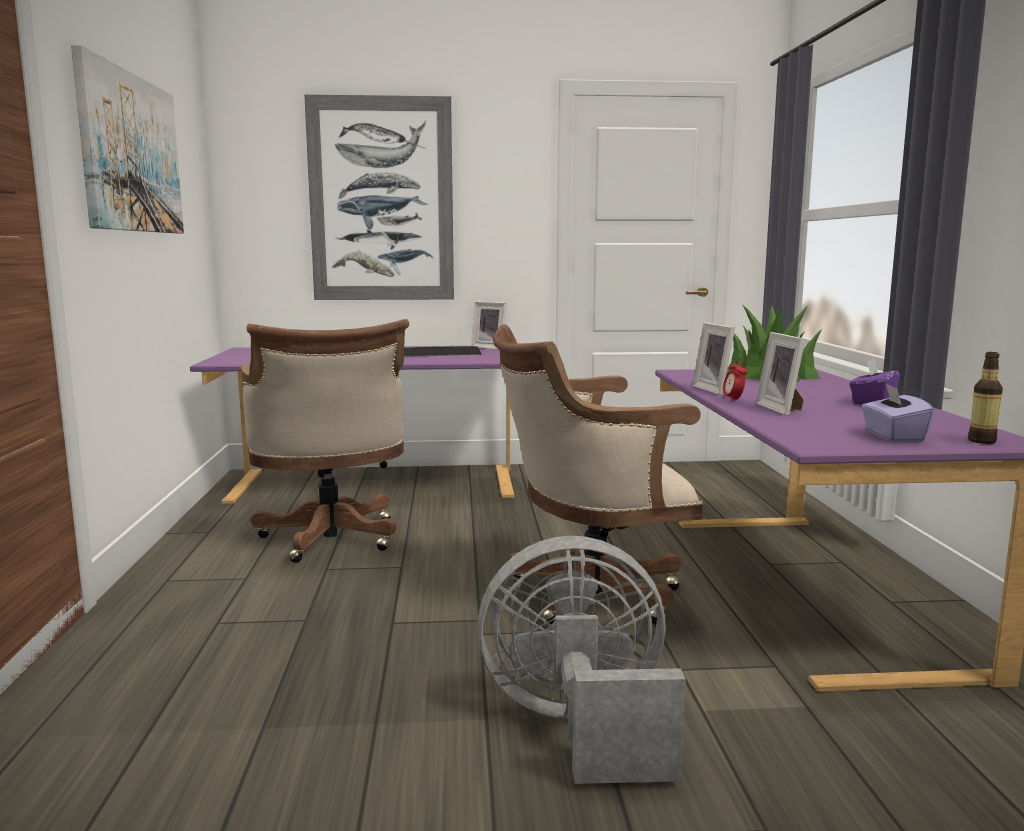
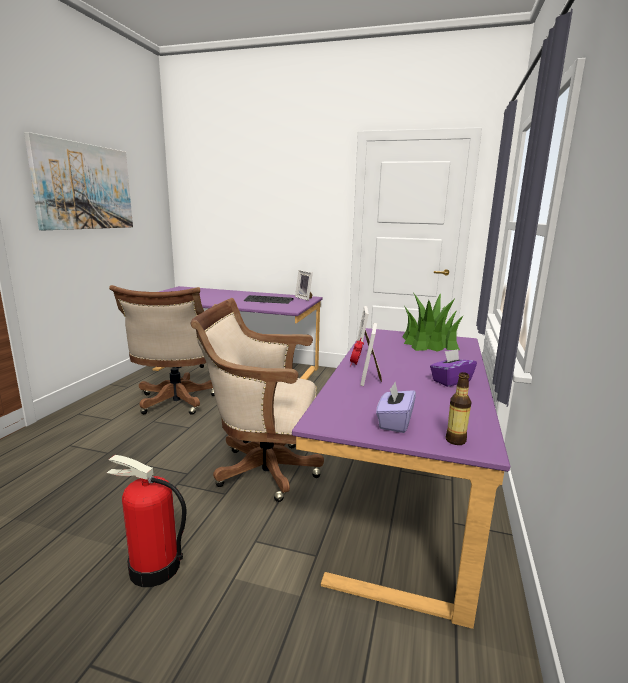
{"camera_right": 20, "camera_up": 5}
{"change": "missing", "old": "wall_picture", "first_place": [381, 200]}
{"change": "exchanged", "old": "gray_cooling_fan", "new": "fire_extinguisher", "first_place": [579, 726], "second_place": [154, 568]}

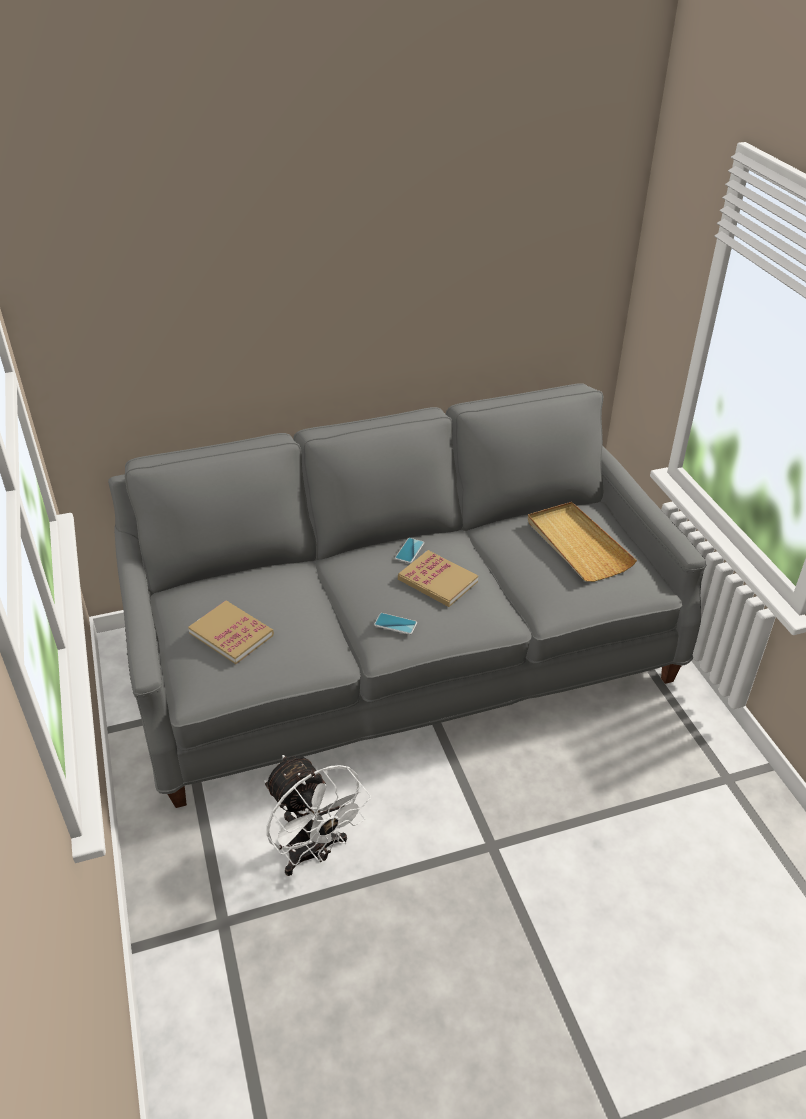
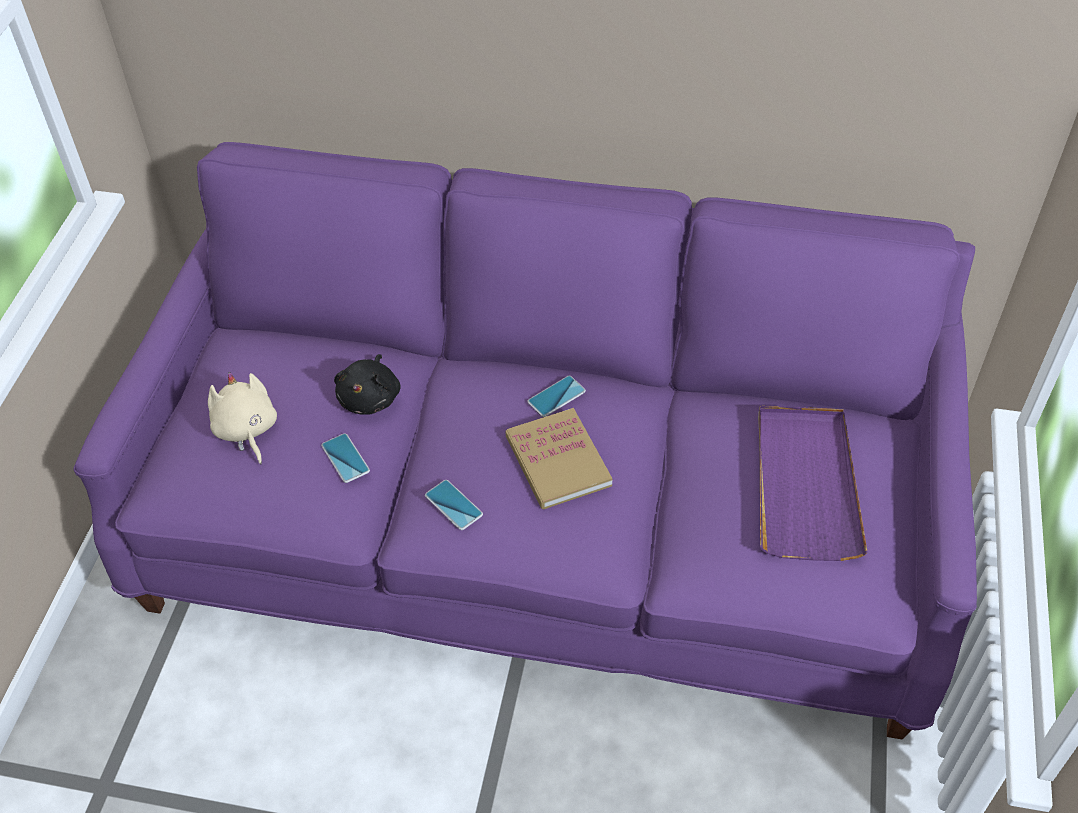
{"camera_right": 30, "camera_up": 10}
{"change": "missing", "old": "whitish_cooling_fan", "first_place": [313, 852]}
{"change": "appeared", "new": "handset", "second_place": [345, 458]}
{"change": "appeared", "new": "black_soft_toy", "second_place": [371, 398]}
{"change": "exchanged", "old": "volume", "new": "beige-coloured_soft_toy", "first_place": [231, 634], "second_place": [246, 431]}
{"change": "colour", "old": "gray_couch", "new": "purplish_couch", "first_place": [403, 658], "second_place": [543, 528]}
{"change": "colour", "old": "beige-coloured_tray", "new": "purplish_tray", "first_place": [577, 544], "second_place": [805, 484]}

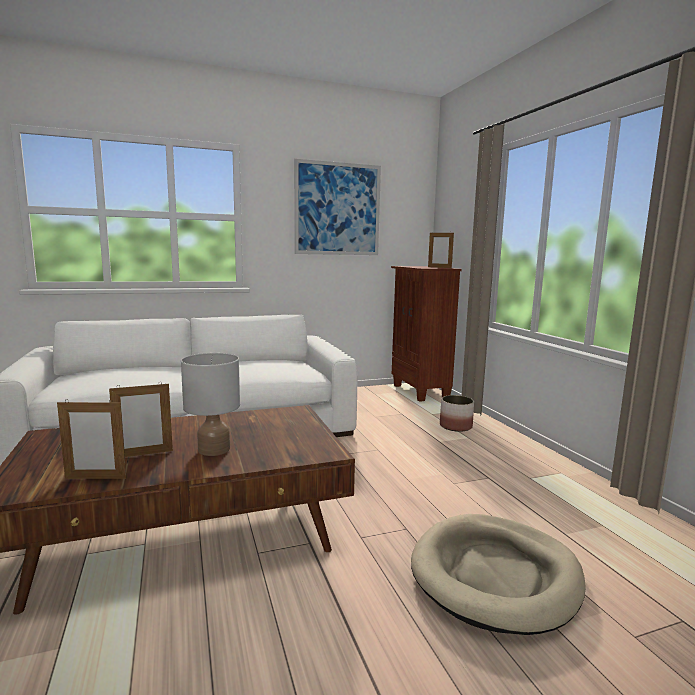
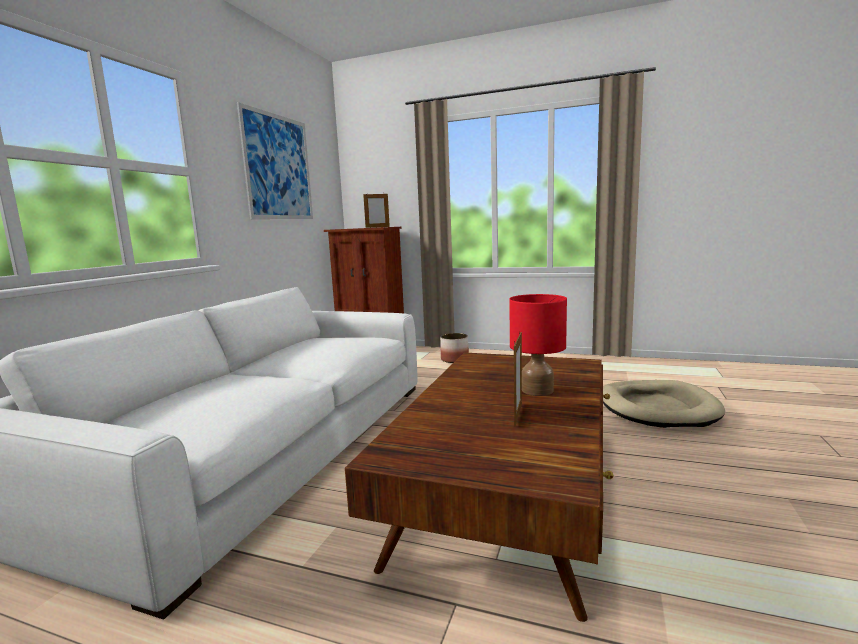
{"camera_right": -50, "camera_up": 0}
{"change": "missing", "old": "picture_frame", "first_place": [96, 478]}
{"change": "colour", "old": "gray_tabletop_lamp", "new": "reddish_tabletop_lamp", "first_place": [213, 450], "second_place": [538, 391]}

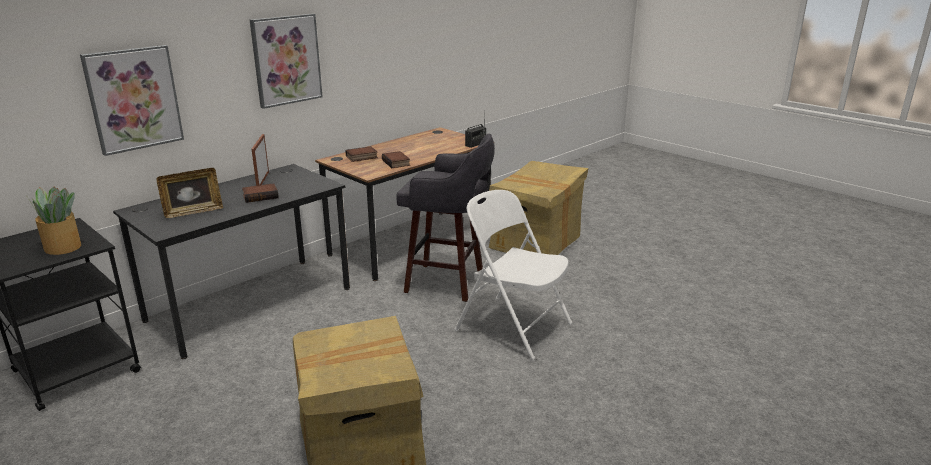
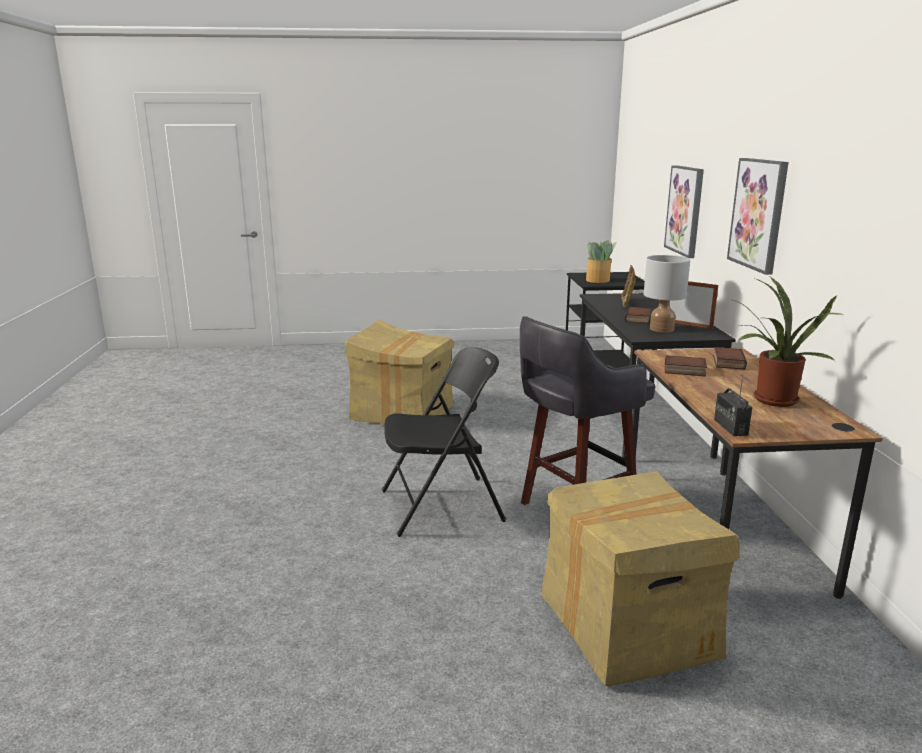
{"camera_right": 130, "camera_up": -5}
{"change": "appeared", "new": "gray_tabletop_lamp", "second_place": [661, 329]}
{"change": "appeared", "new": "potted_plant", "second_place": [771, 401]}
{"change": "colour", "old": "whitish_chair", "new": "black_chair", "first_place": [514, 327], "second_place": [441, 505]}

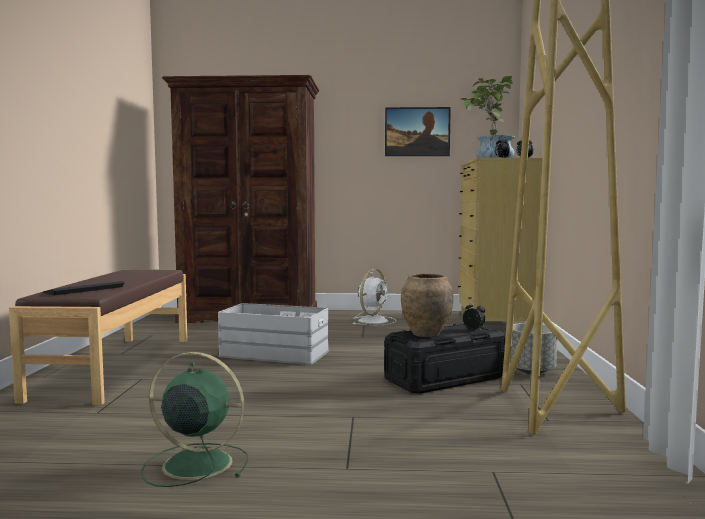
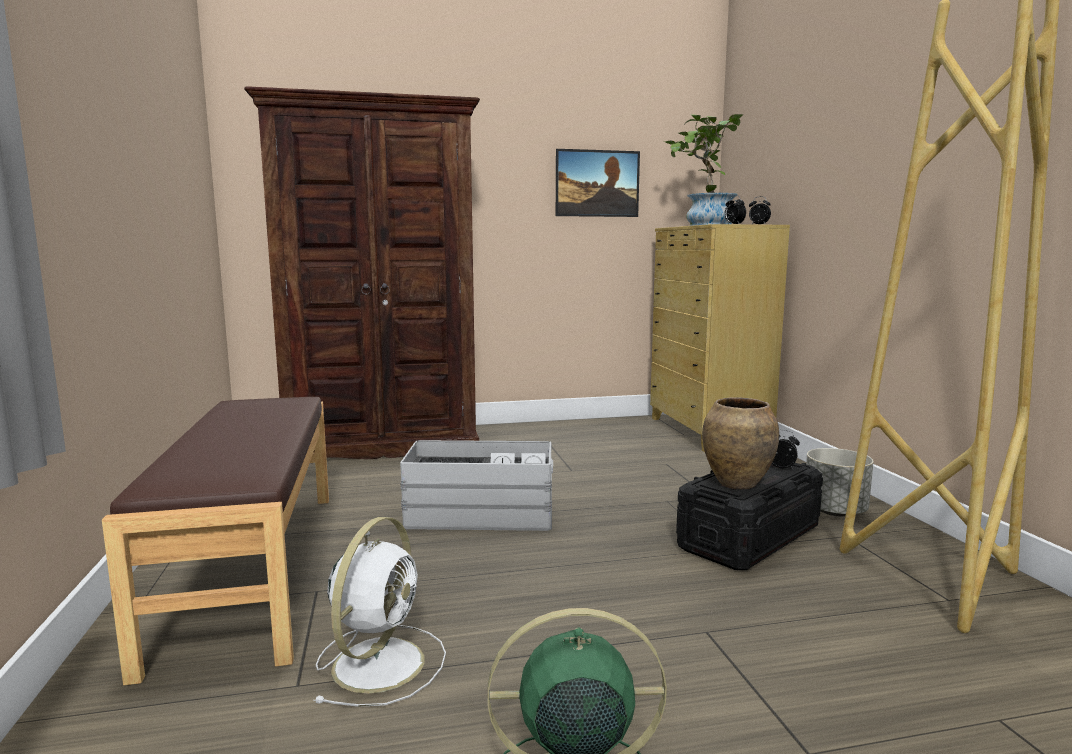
{"camera_right": -15, "camera_up": 5}
{"change": "missing", "old": "keyboard", "first_place": [84, 289]}
{"change": "relocated", "old": "whitish_cooling_fan", "first_place": [373, 321], "second_place": [381, 662]}

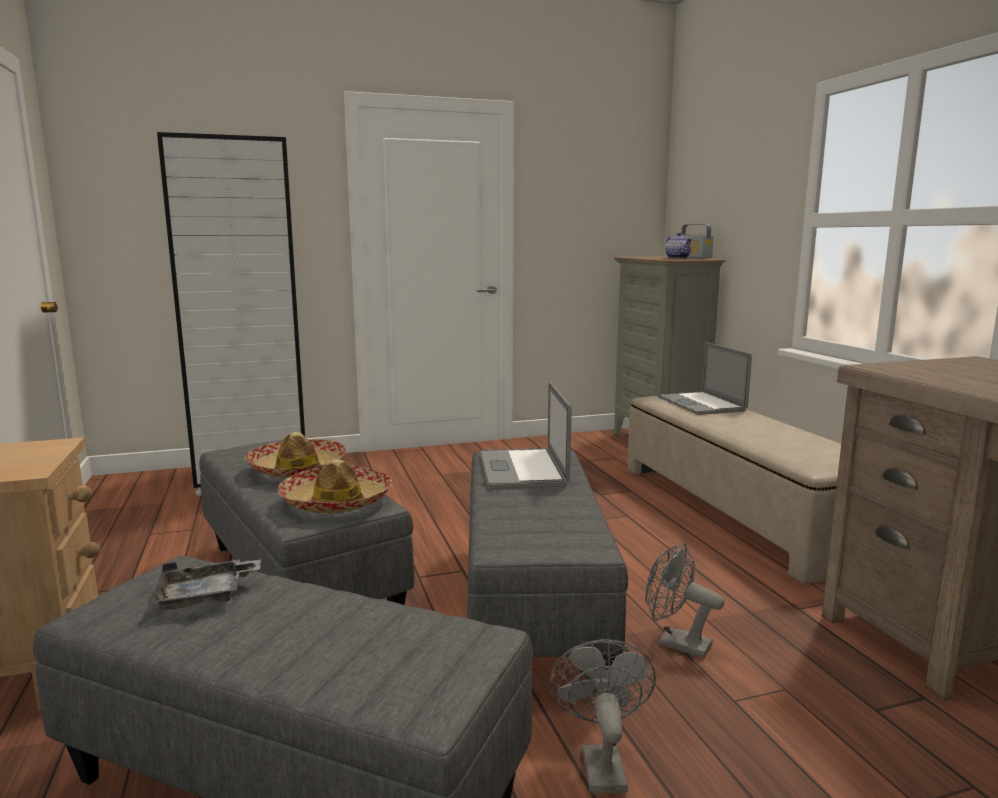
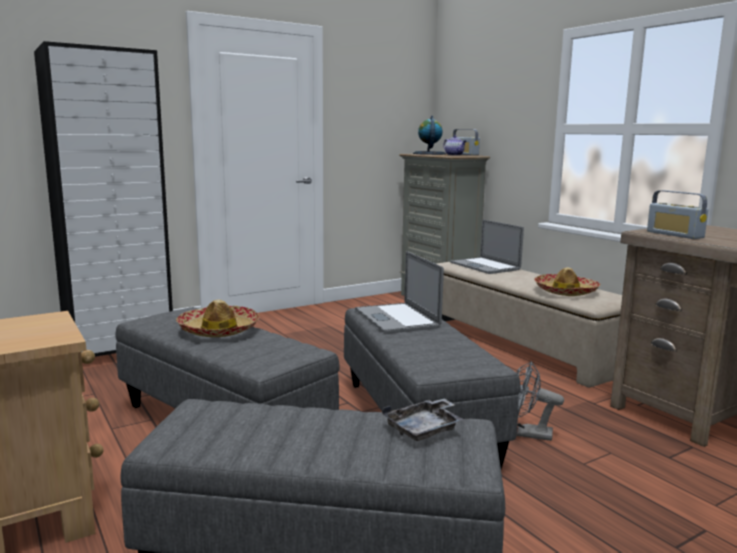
{"camera_right": -15, "camera_up": 0}
{"change": "missing", "old": "gray_cooling_fan", "first_place": [600, 762]}
{"change": "appeared", "new": "desk_globe", "second_place": [429, 154]}
{"change": "appeared", "new": "radio", "second_place": [674, 235]}
{"change": "relocated", "old": "gray_tray", "first_place": [205, 596], "second_place": [424, 429]}
{"change": "relocated", "old": "wearable_hat", "first_place": [337, 501], "second_place": [566, 292]}

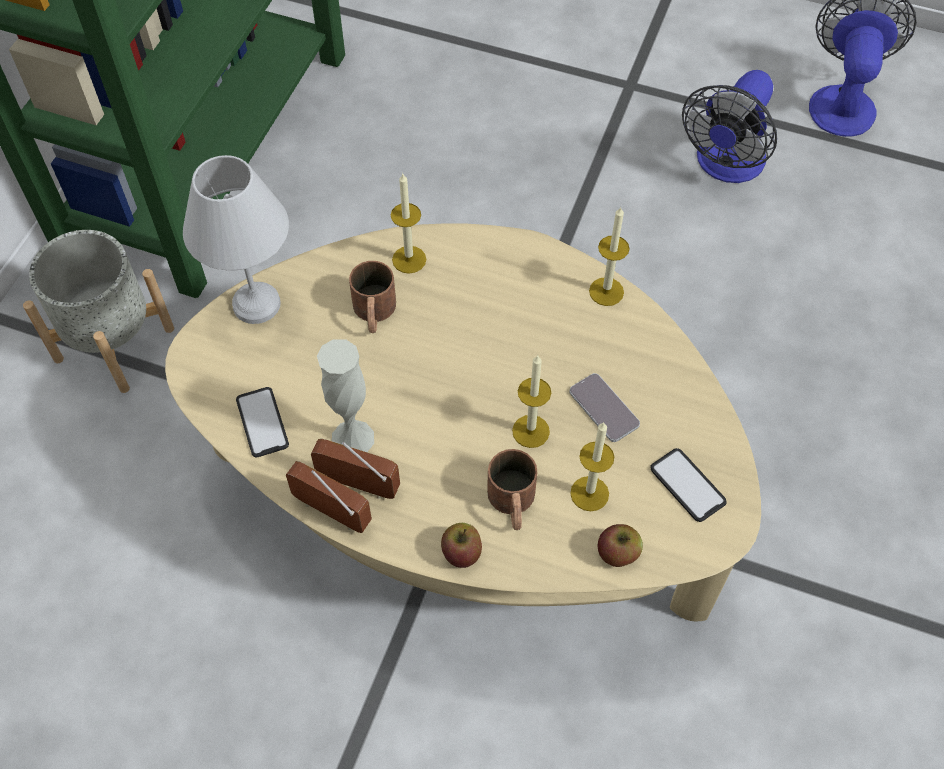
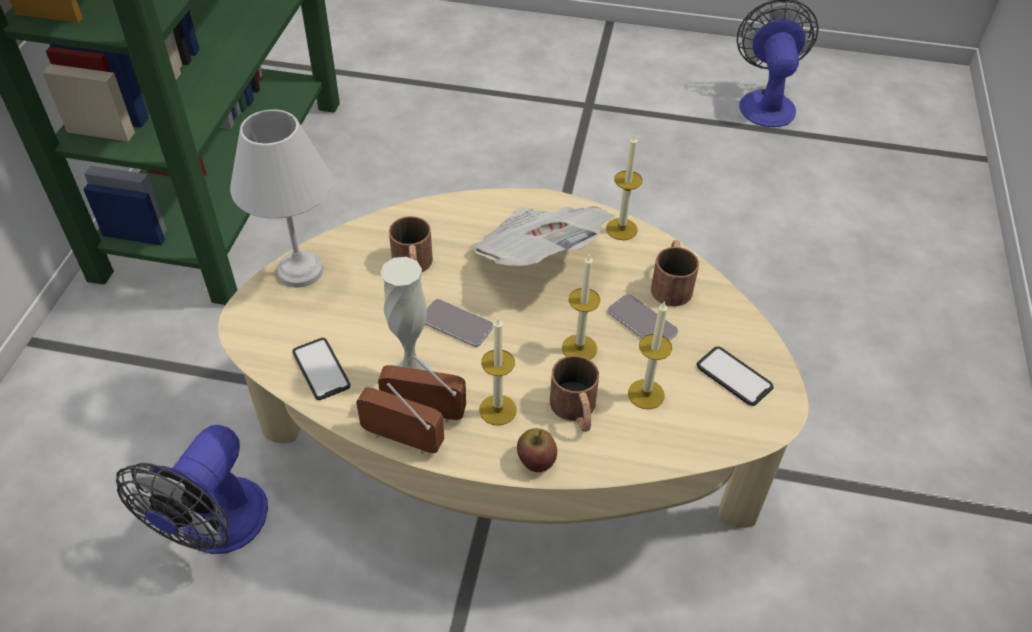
{"camera_right": -10, "camera_up": -10}
{"change": "missing", "old": "gray_flower_pot", "first_place": [114, 344]}
{"change": "missing", "old": "apple", "first_place": [618, 553]}
{"change": "appeared", "new": "handset", "second_place": [456, 323]}
{"change": "appeared", "new": "newspaper", "second_place": [538, 258]}
{"change": "appeared", "new": "brownish_mug", "second_place": [671, 283]}
{"change": "relocated", "old": "wax_candle", "first_place": [409, 259], "second_place": [497, 410]}
{"change": "relocated", "old": "cooling_fan", "first_place": [725, 165], "second_place": [216, 529]}

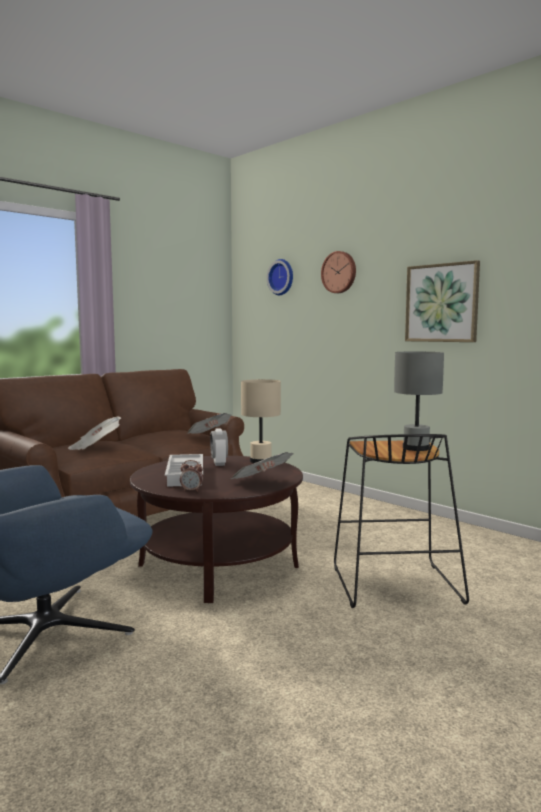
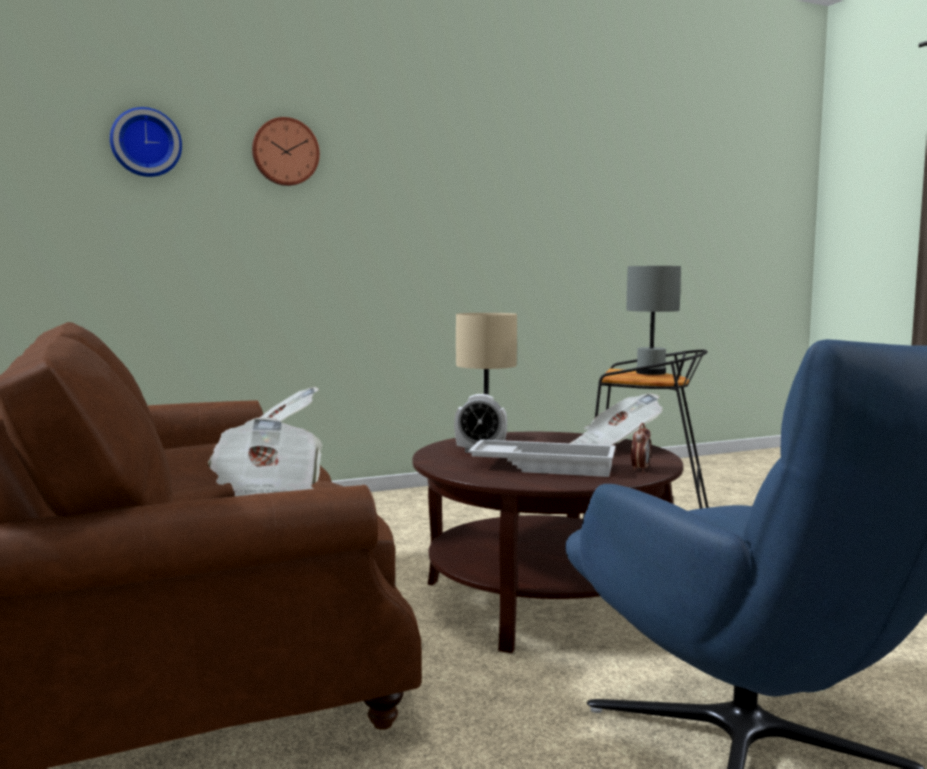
{"camera_right": -70, "camera_up": 0}
{"change": "missing", "old": "wall_picture", "first_place": [442, 303]}

